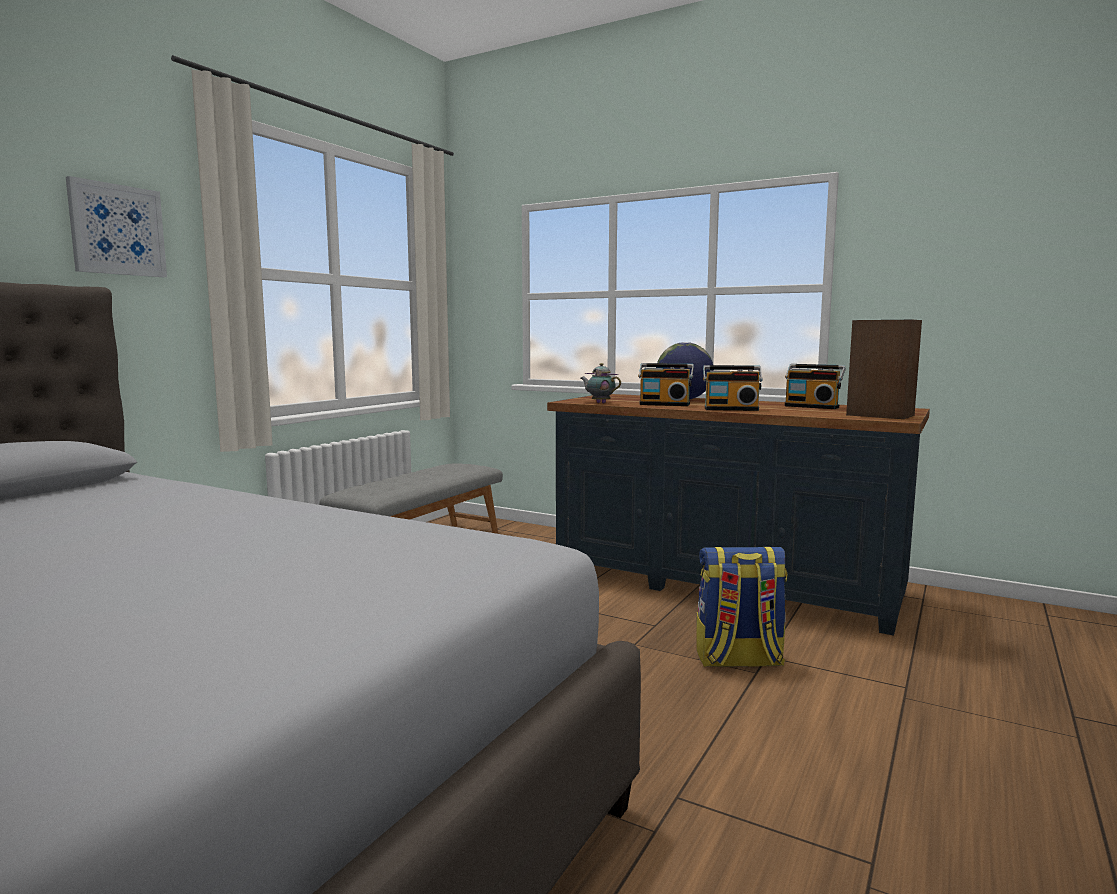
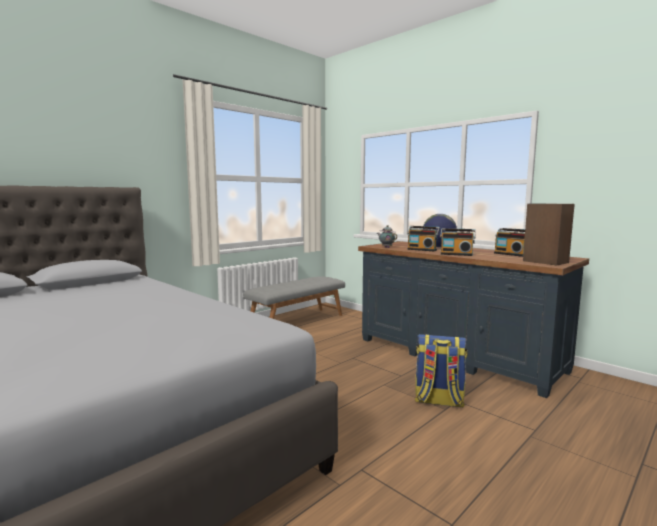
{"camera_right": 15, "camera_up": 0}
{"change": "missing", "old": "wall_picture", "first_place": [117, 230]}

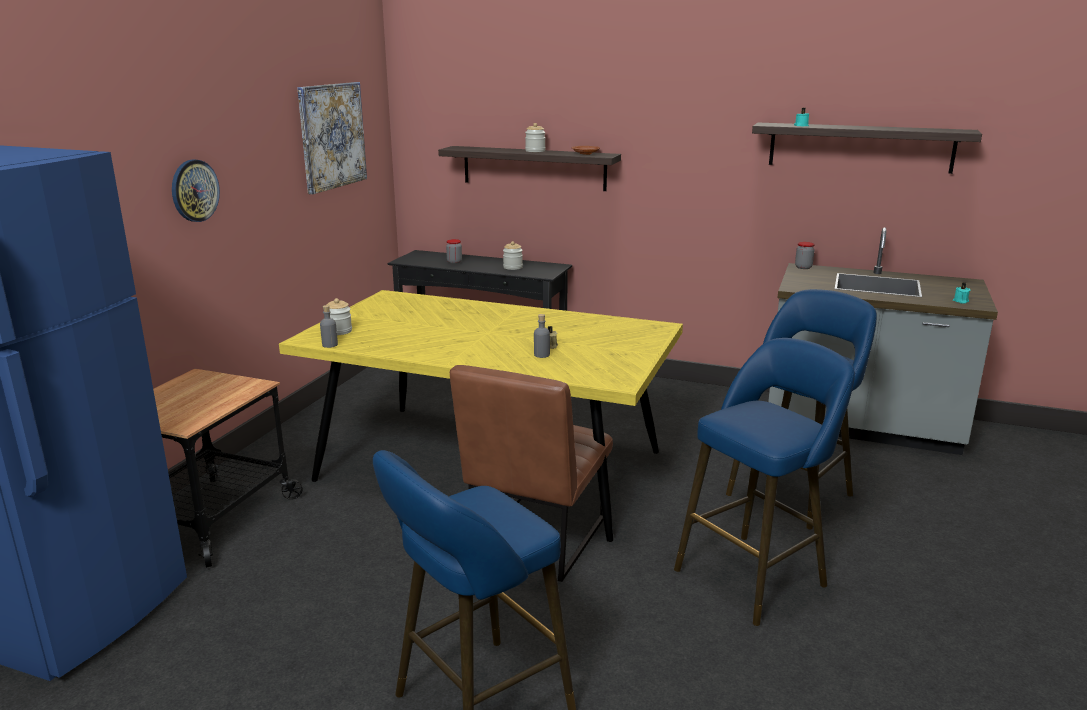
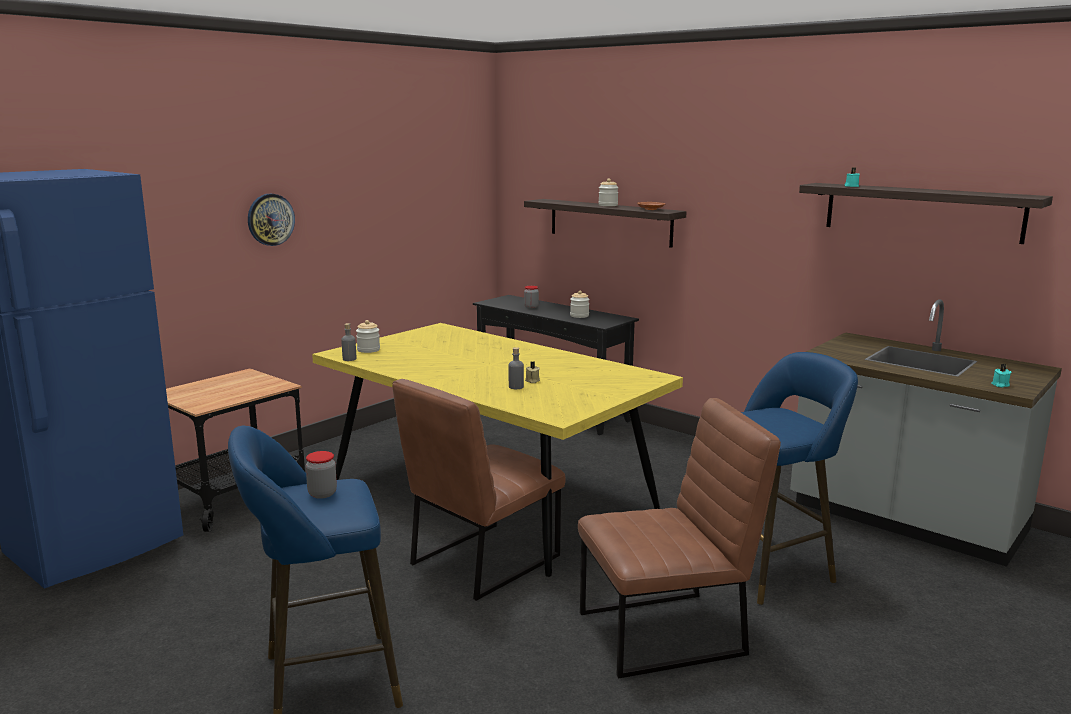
{"camera_right": 20, "camera_up": -5}
{"change": "missing", "old": "wall_picture", "first_place": [332, 136]}
{"change": "relocated", "old": "storage_jar", "first_place": [803, 267], "second_place": [322, 494]}
{"change": "exchanged", "old": "blue-coloured_stool_seat", "new": "brownish_chair", "first_place": [755, 574], "second_place": [666, 633]}

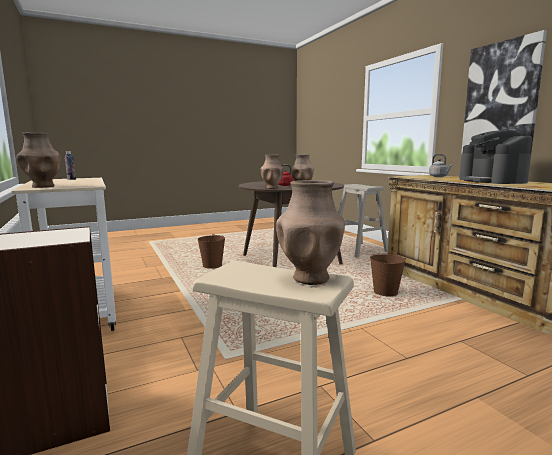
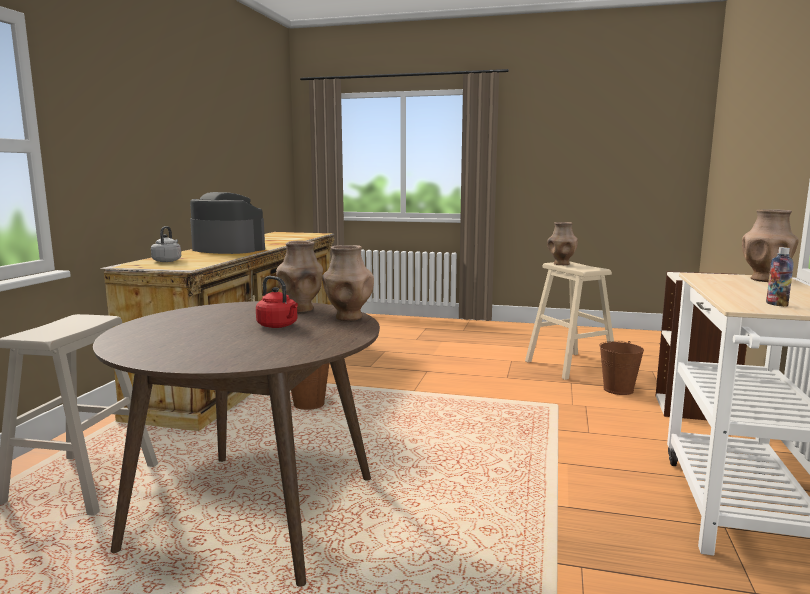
{"camera_right": -140, "camera_up": 0}
{"change": "missing", "old": "wall_picture", "first_place": [501, 99]}
{"change": "relocated", "old": "brownish_pail", "first_place": [212, 266], "second_place": [618, 389]}
{"change": "spun", "old": "coffee_maker", "first_place": [492, 181], "second_place": [227, 249], "degrees": -90}

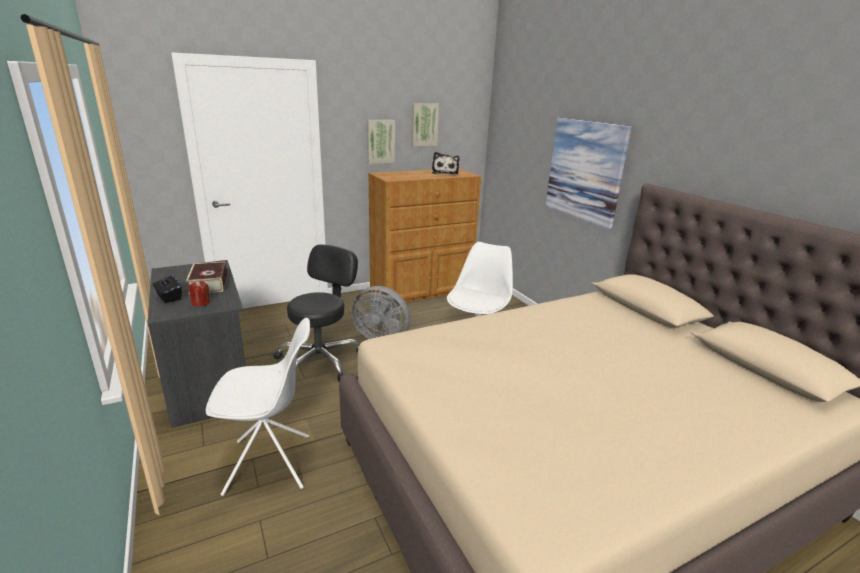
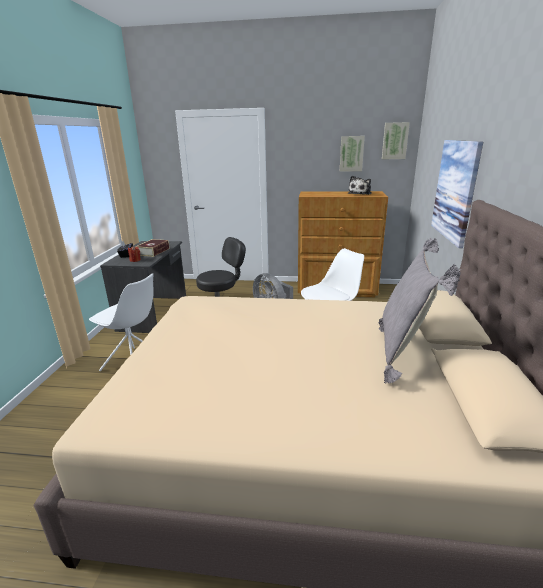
{"camera_right": 35, "camera_up": 0}
{"change": "appeared", "new": "gray_pillow", "second_place": [404, 357]}
{"change": "relocated", "old": "wall_picture", "first_place": [380, 141], "second_place": [395, 141]}

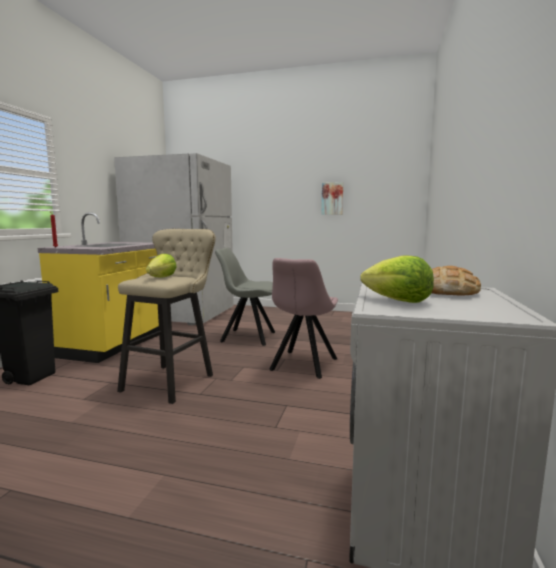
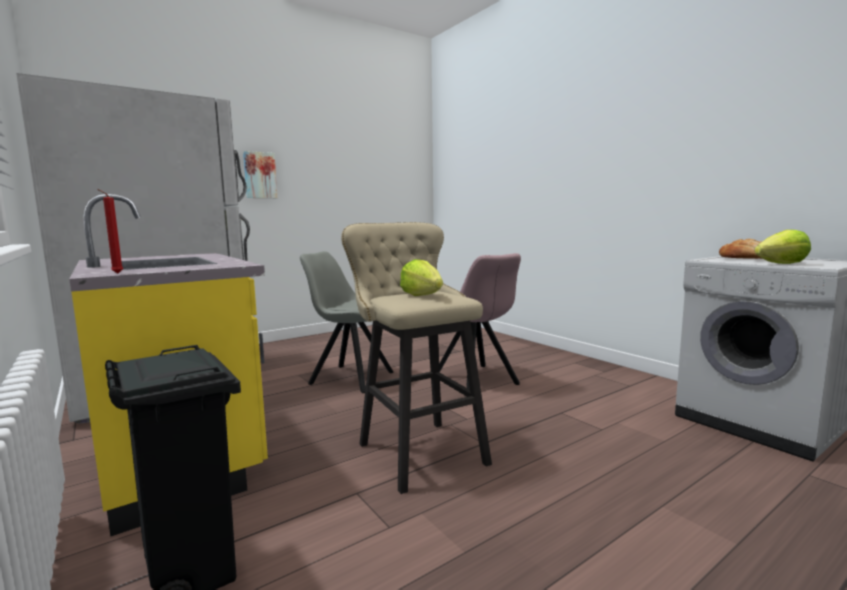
{"camera_right": -50, "camera_up": 0}
{"change": "relocated", "old": "wall_picture", "first_place": [332, 198], "second_place": [260, 175]}
{"change": "spun", "old": "gray_chair", "first_place": [248, 337], "second_place": [351, 378], "degrees": 60}

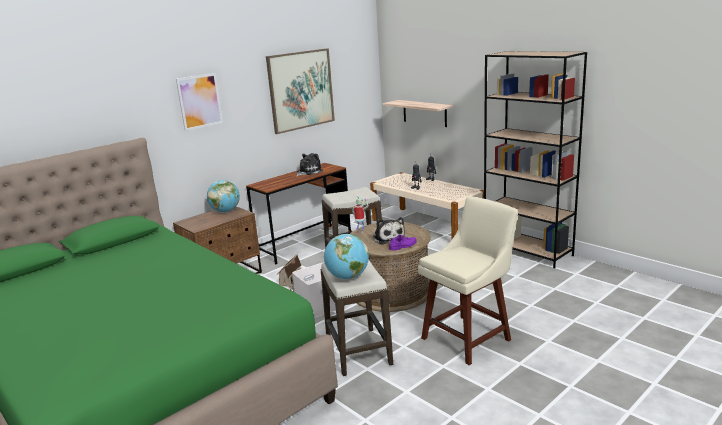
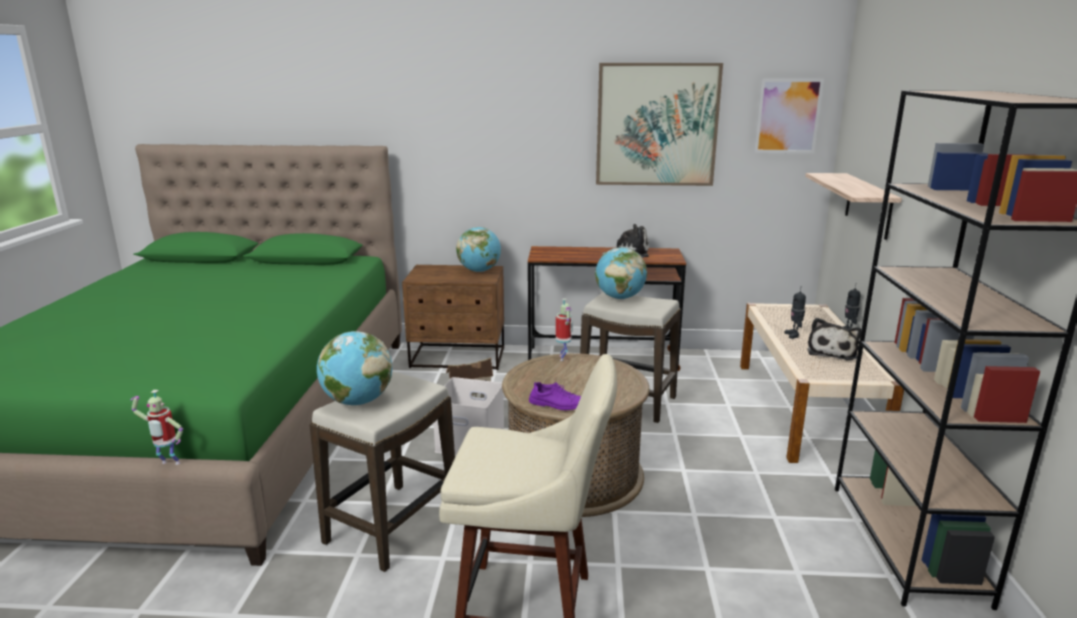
{"camera_right": 45, "camera_up": 0}
{"change": "appeared", "new": "model_robot", "second_place": [168, 464]}
{"change": "appeared", "new": "desk_globe", "second_place": [620, 297]}
{"change": "relocated", "old": "wall_picture", "first_place": [199, 101], "second_place": [788, 116]}
{"change": "relocated", "old": "soft_toy", "first_place": [388, 238], "second_place": [832, 351]}

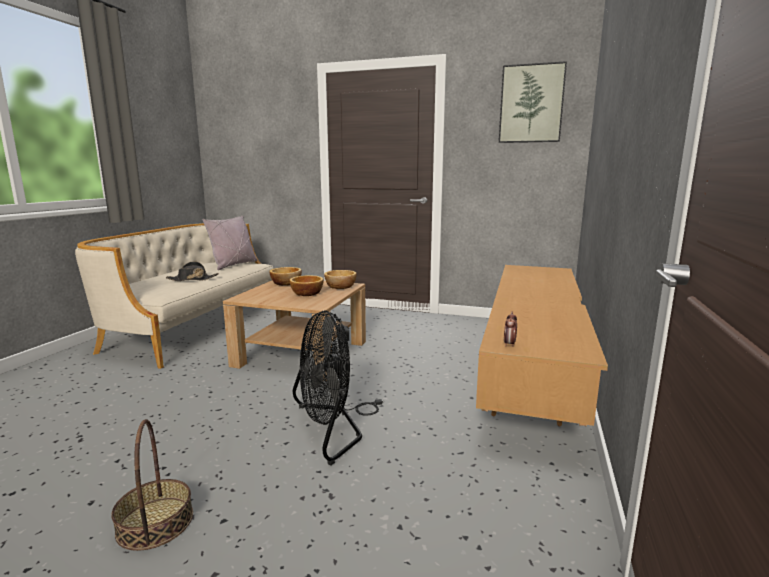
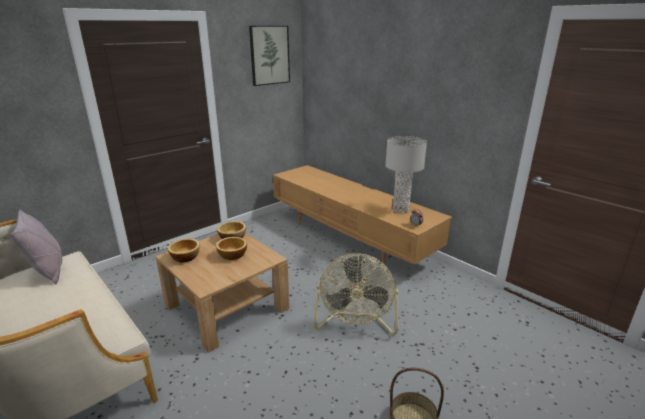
{"camera_right": -60, "camera_up": 10}
{"change": "missing", "old": "black_wearable_hat", "first_place": [192, 279]}
{"change": "appeared", "new": "whitish_tabletop_lamp", "second_place": [400, 210]}
{"change": "colour", "old": "black_cooling_fan", "new": "beige-coloured_cooling_fan", "first_place": [335, 425], "second_place": [353, 322]}

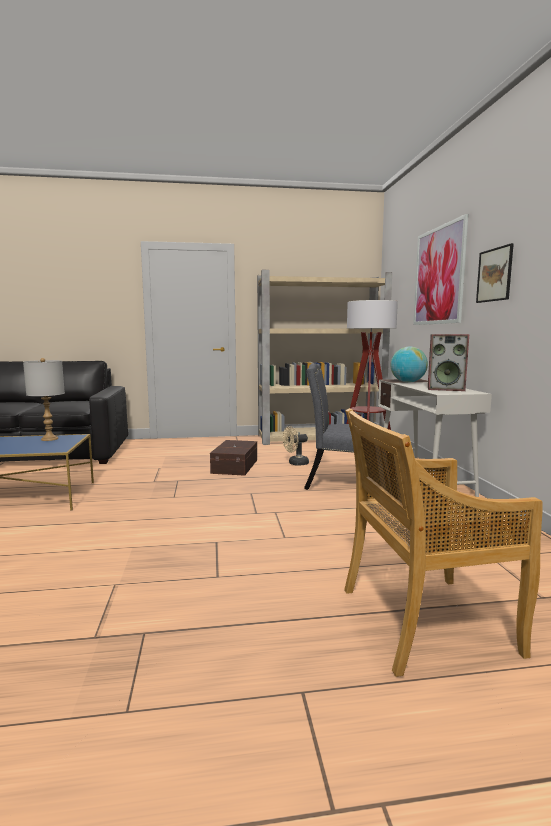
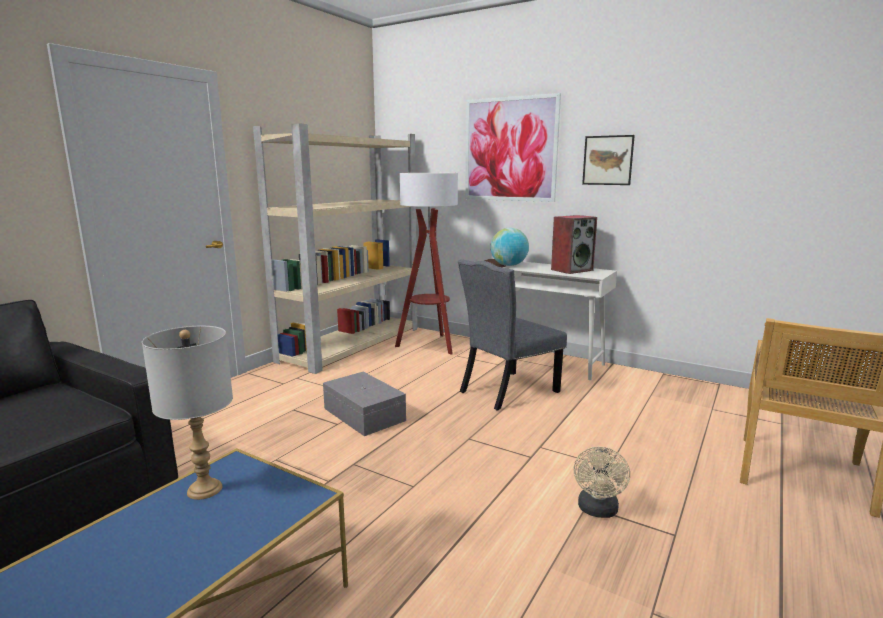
{"camera_right": -50, "camera_up": 5}
{"change": "relocated", "old": "beige-coloured_cooling_fan", "first_place": [295, 463], "second_place": [598, 511]}
{"change": "colour", "old": "brownish_storage_box", "new": "gray_storage_box", "first_place": [236, 466], "second_place": [365, 414]}

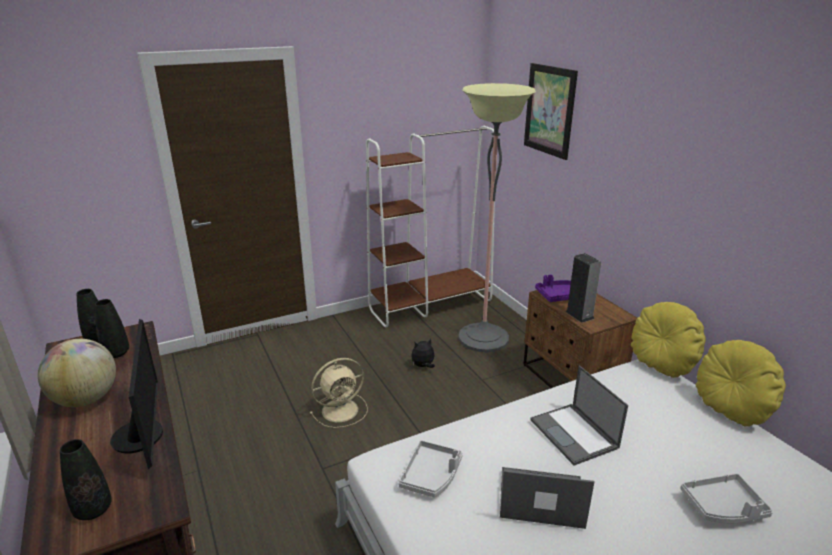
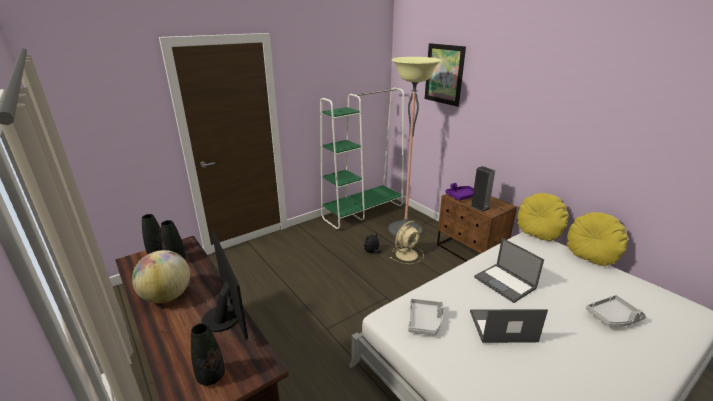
{"camera_right": -10, "camera_up": 0}
{"change": "relocated", "old": "beige-coloured_cooling_fan", "first_place": [341, 410], "second_place": [407, 254]}
{"change": "colour", "old": "brownish_clothes_rack", "new": "green_clothes_rack", "first_place": [431, 306], "second_place": [363, 212]}

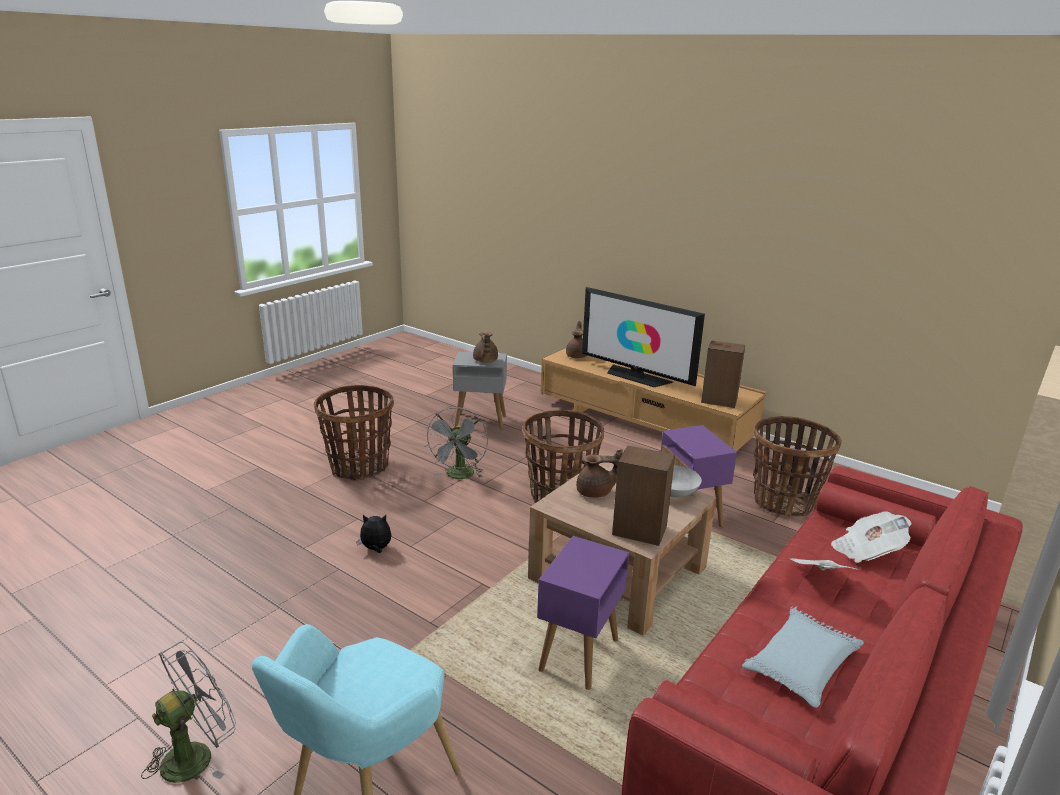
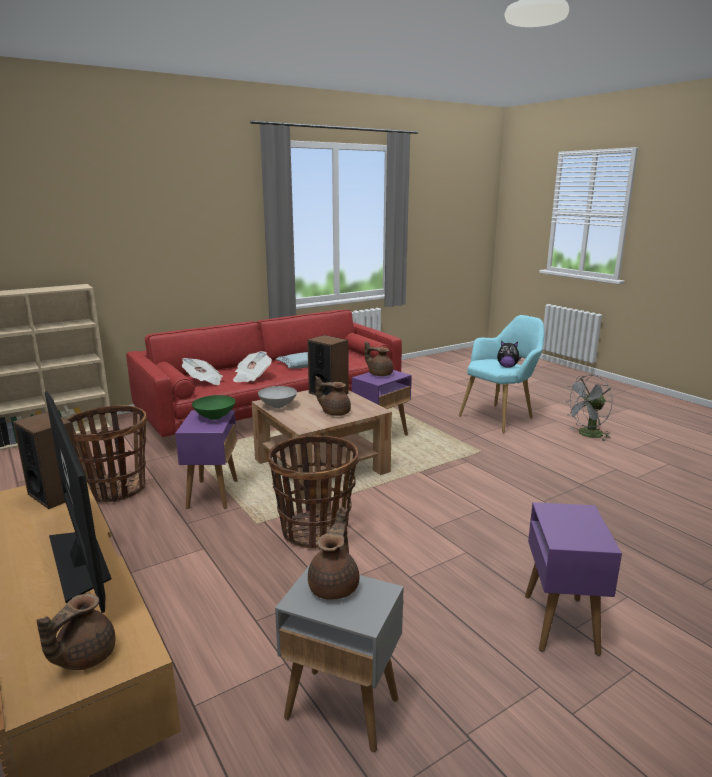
{"camera_right": -160, "camera_up": -5}
{"change": "missing", "old": "gray_cooling_fan", "first_place": [459, 476]}
{"change": "appeared", "new": "green_deep_dish", "second_place": [214, 417]}
{"change": "appeared", "new": "brownish_pot_for_tea", "second_place": [379, 374]}
{"change": "relocated", "old": "soft_toy", "first_place": [376, 549], "second_place": [507, 366]}
{"change": "exchanged", "old": "household_basket", "new": "purplish_side_table", "first_place": [359, 467], "second_place": [560, 622]}

